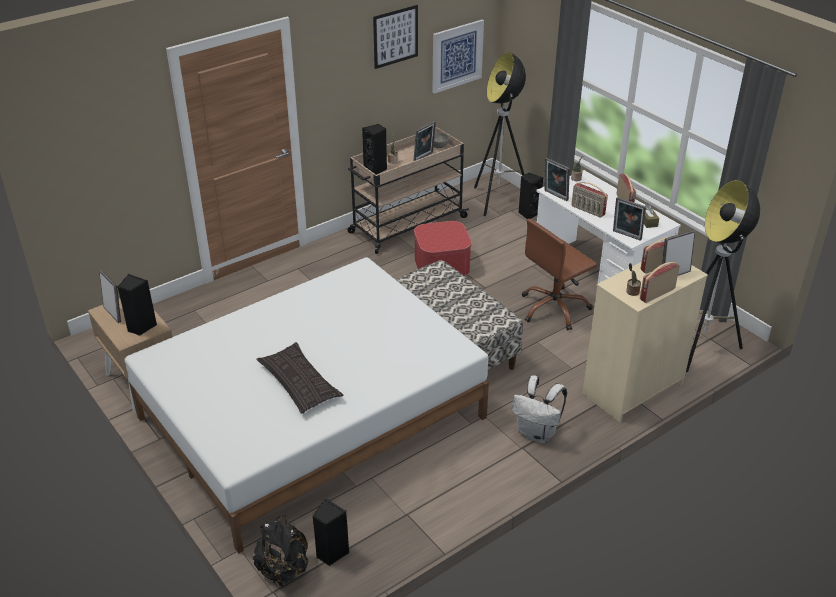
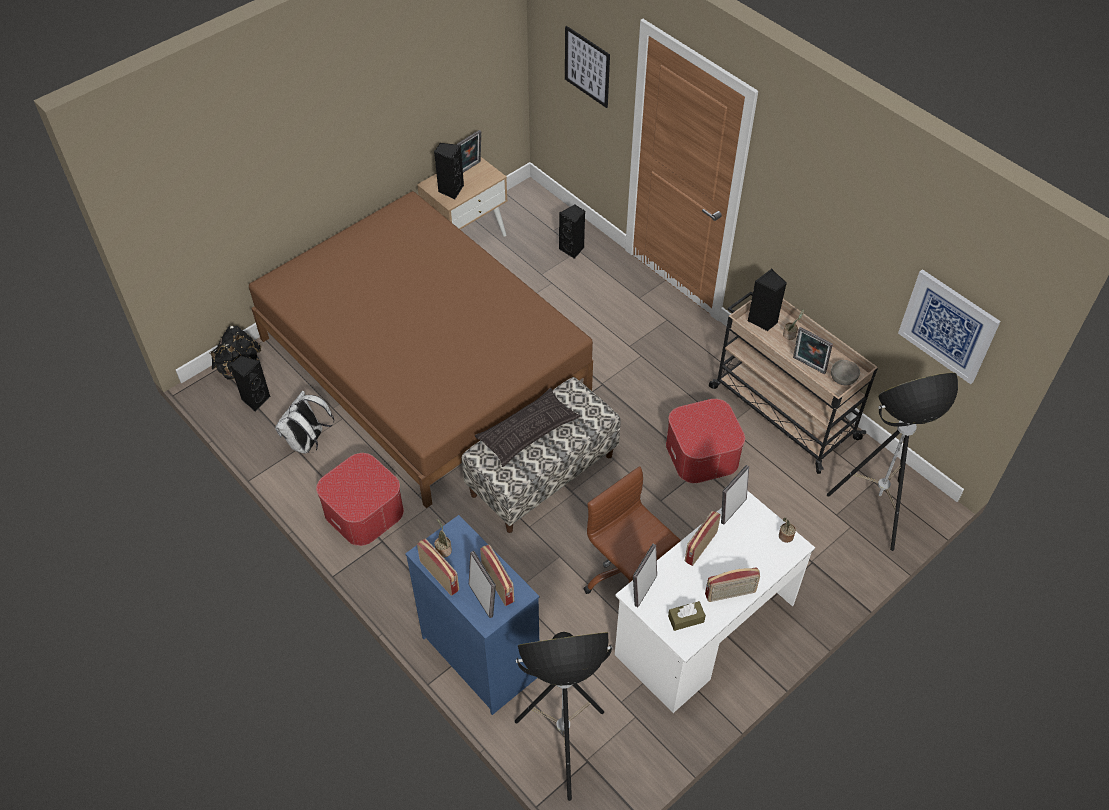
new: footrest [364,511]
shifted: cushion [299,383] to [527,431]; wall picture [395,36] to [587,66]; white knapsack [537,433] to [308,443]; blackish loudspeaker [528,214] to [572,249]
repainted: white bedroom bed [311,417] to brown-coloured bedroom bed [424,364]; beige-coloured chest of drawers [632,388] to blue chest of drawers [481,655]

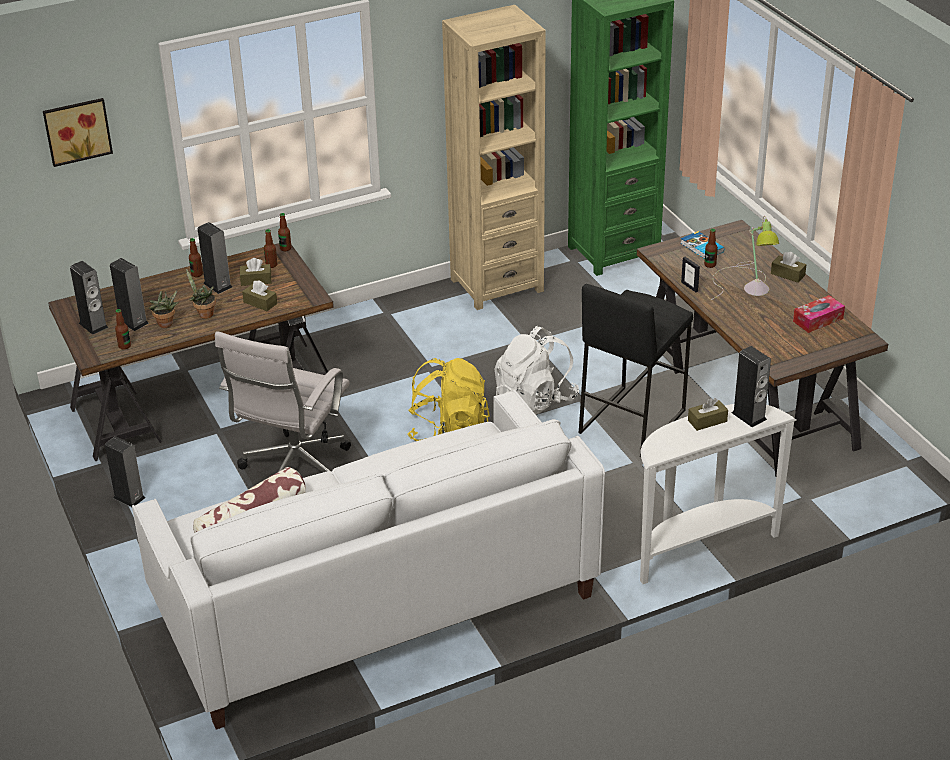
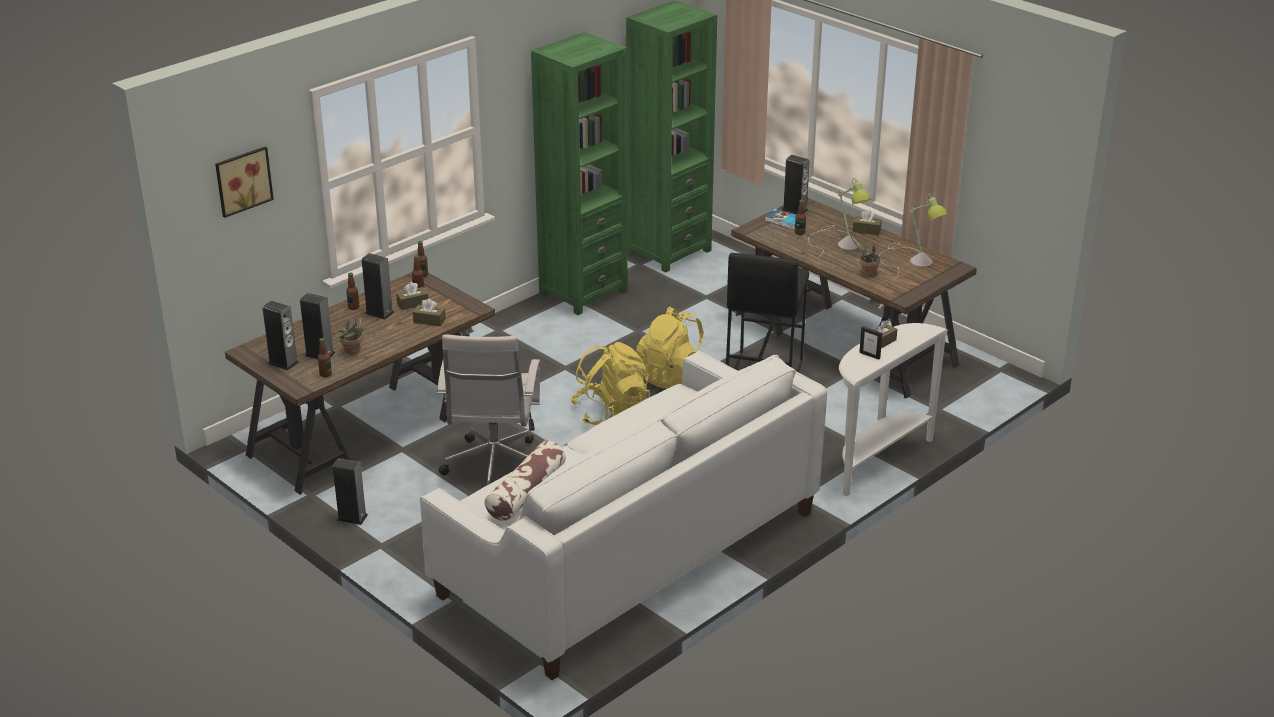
shifted: plant in a pot [204,314] to [866,273]; photo frame [689,286] to [869,355]; loudspeaker [749,416] to [795,210]
swapped: tissue box [818,320] to table lamp [912,259]
repainted: beige-coloured bookcase [496,285] to green-coloured bookcase [583,293]; white knapsack [535,400] to yellow-coloured knapsack [672,376]

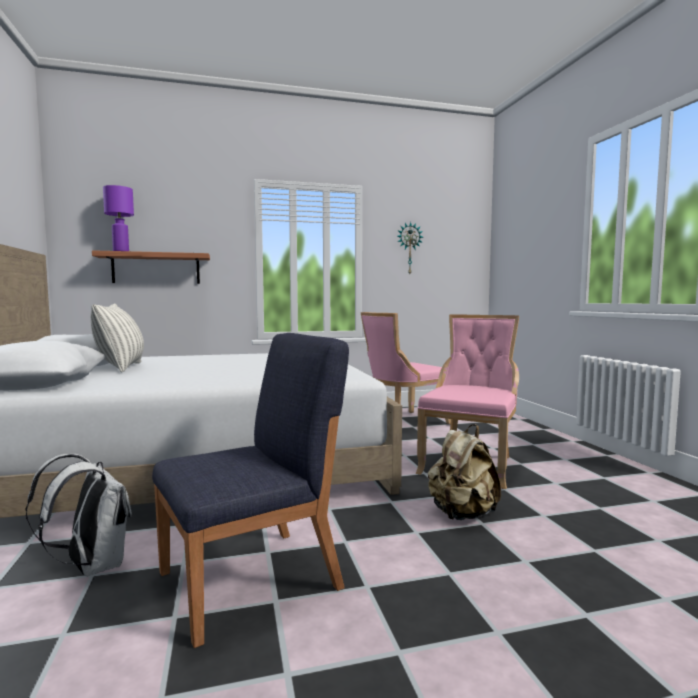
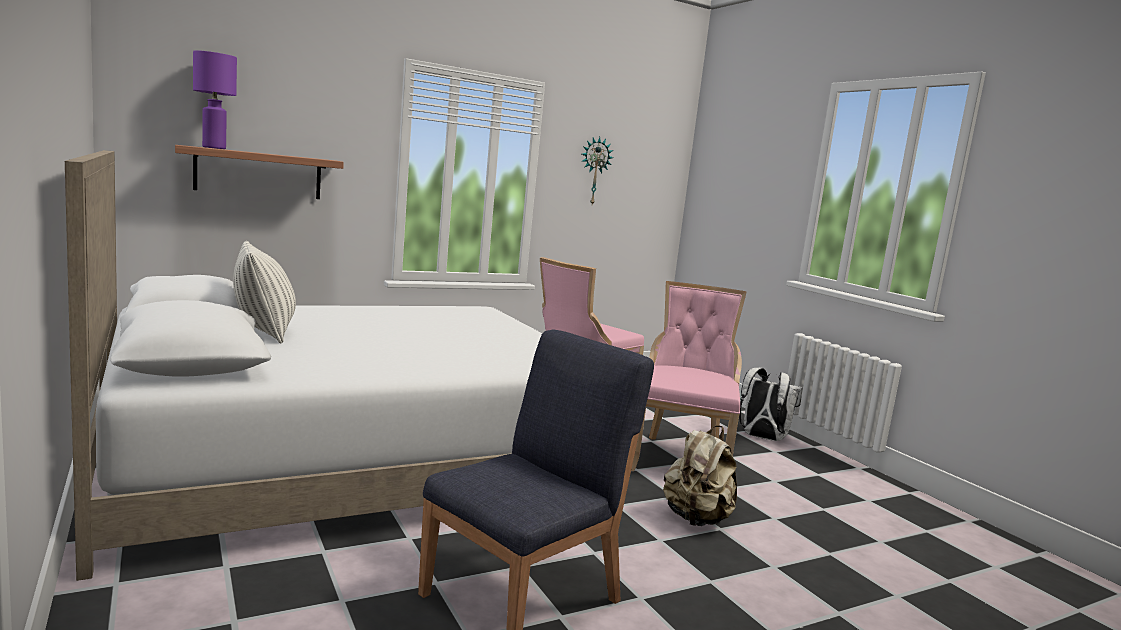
shifted: white knapsack [91,566] to [762,438]

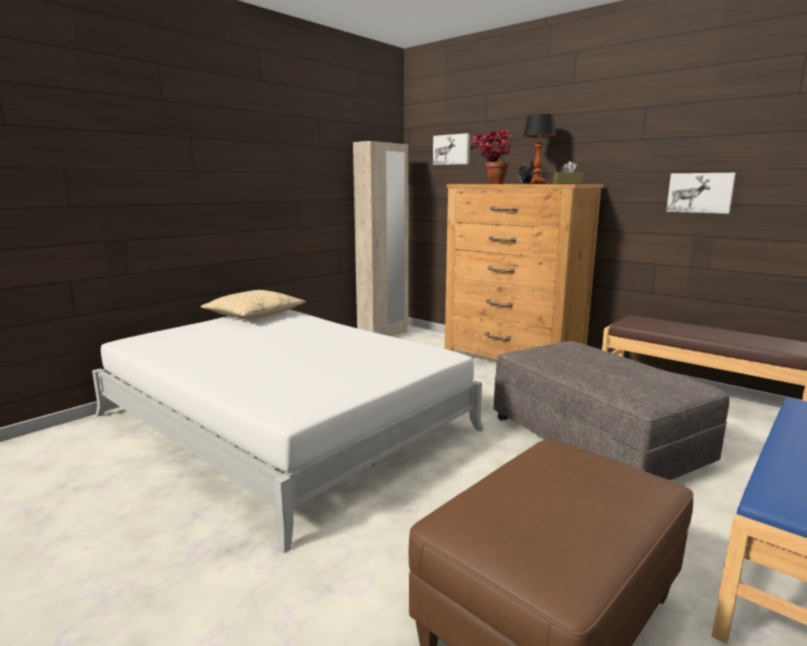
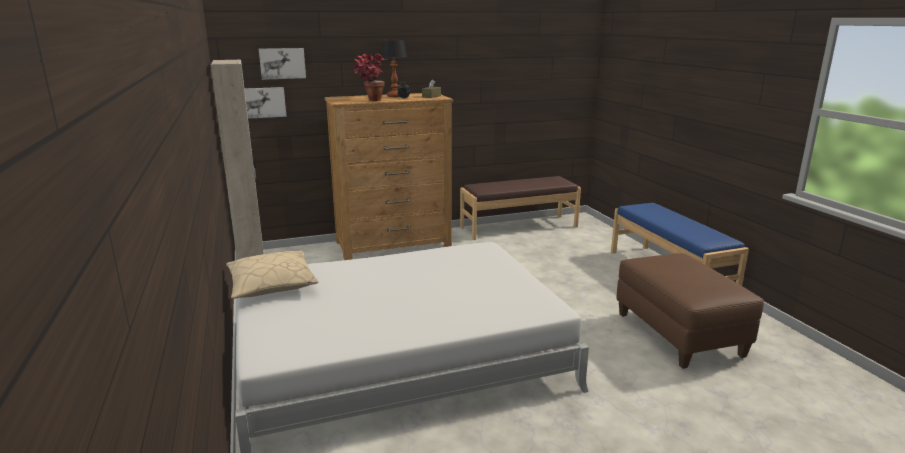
gone: gray footrest [595,439]
shifted: wall picture [700,193] to [262,102]

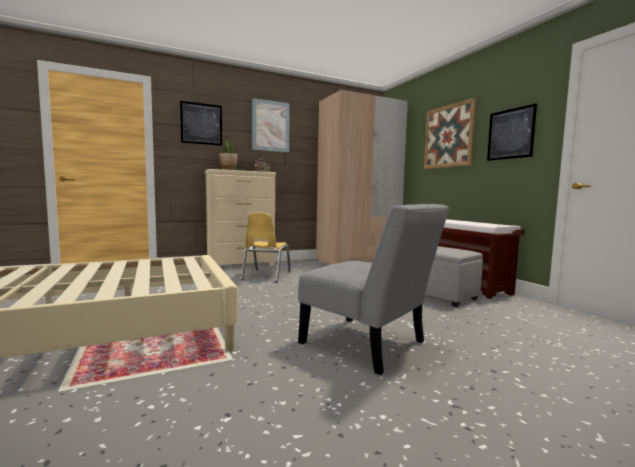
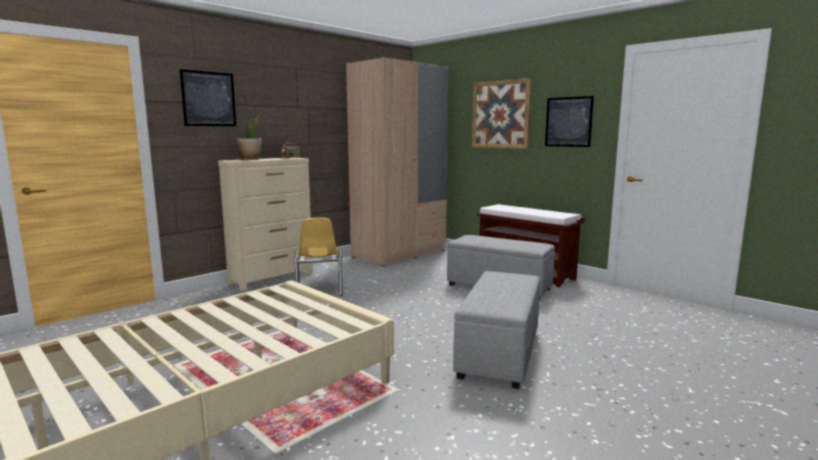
gone: wall picture [270,126]
swapped: gray plain chair [368,345] to gray footrest [499,353]

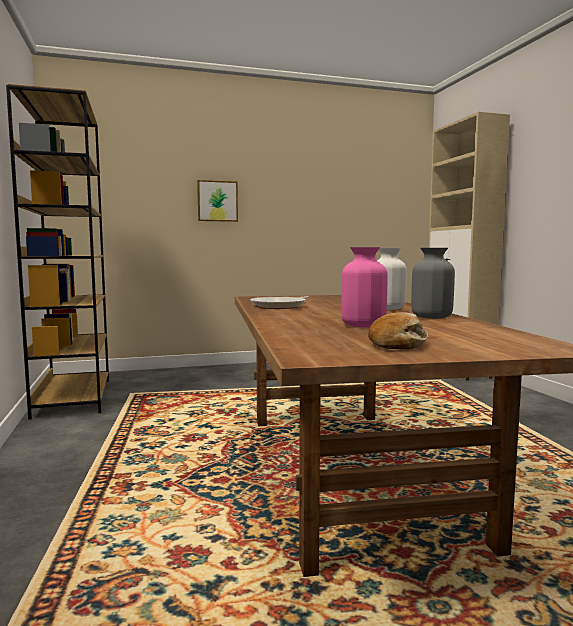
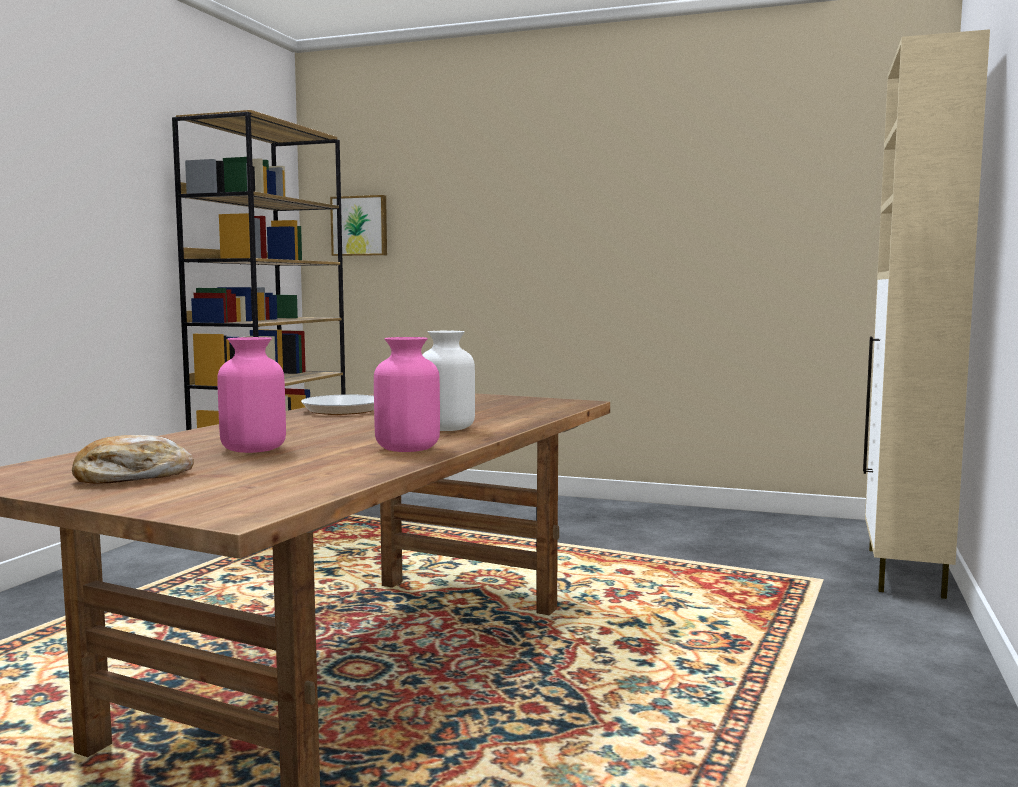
shifted: wall picture [217,201] to [360,226]
repainted: gray flower vase [431,317] to pink flower vase [407,449]

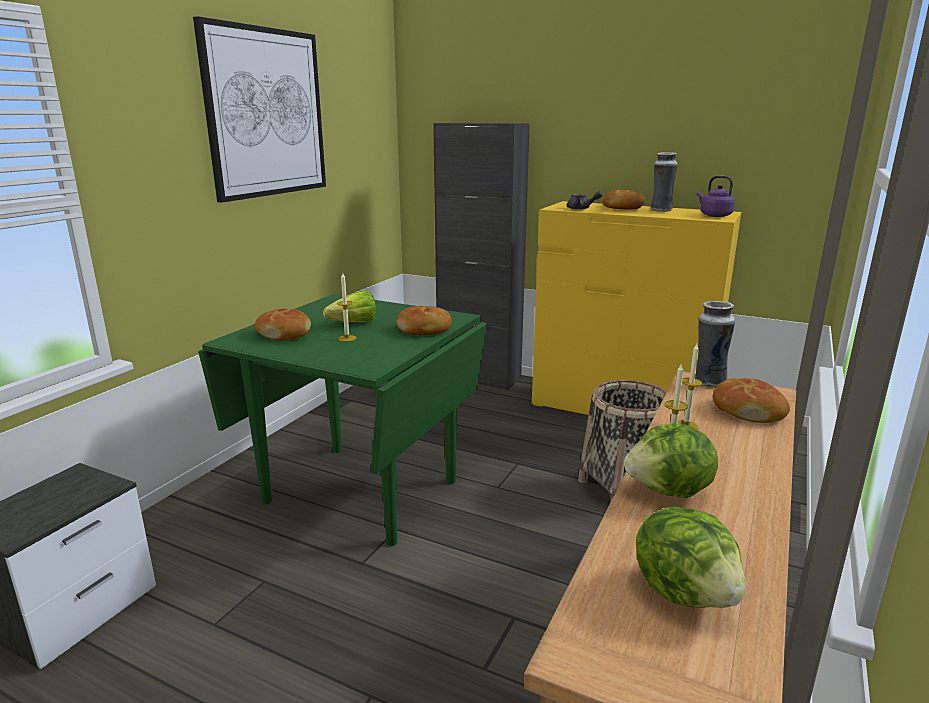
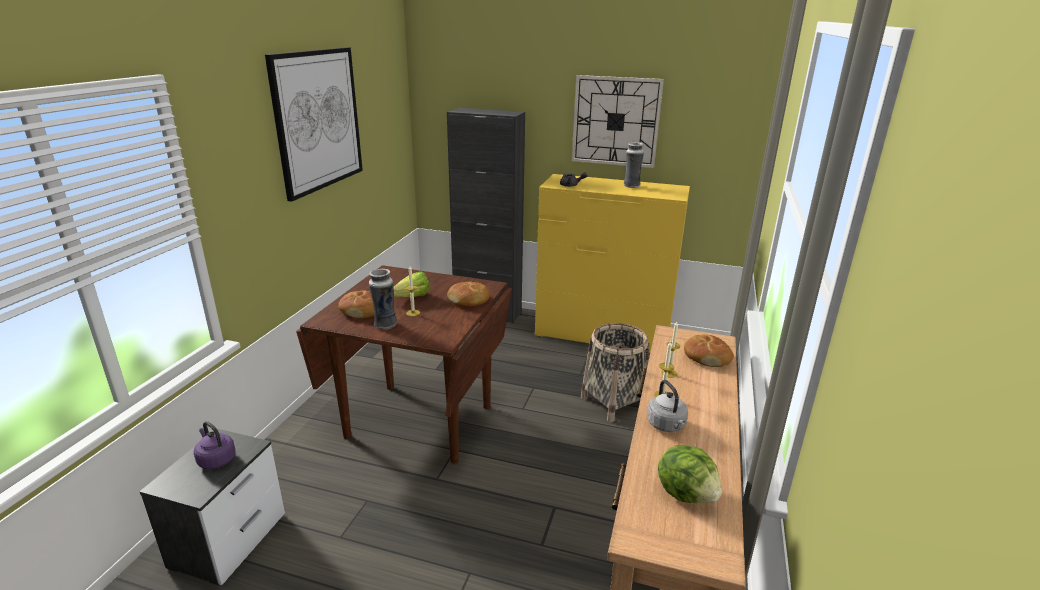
gone: baked bread [622,208]
new: hanging clock [615,121]
shifted: flower vase [708,382] to [385,325]; purplish water kettle [714,215] to [216,459]
swapped: head of lettuce [669,492] to gray water kettle [667,425]
repainted: green-coloured kitchen table [362,490] to brown-coloured kitchen table [420,420]

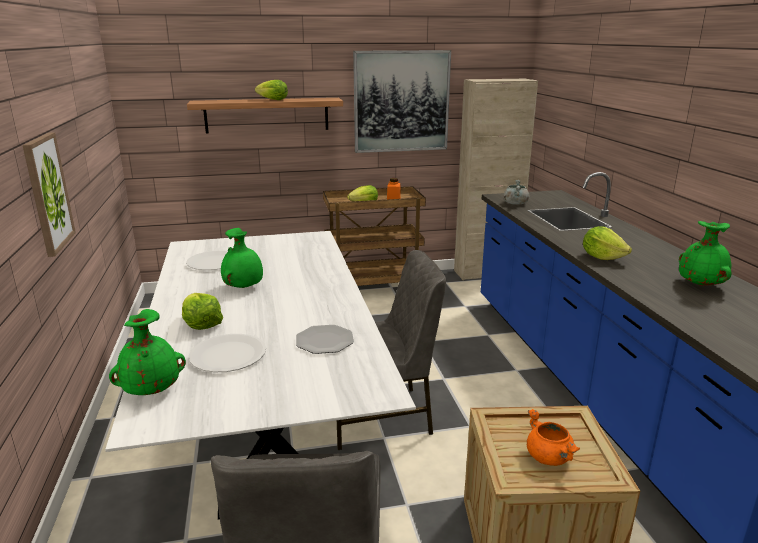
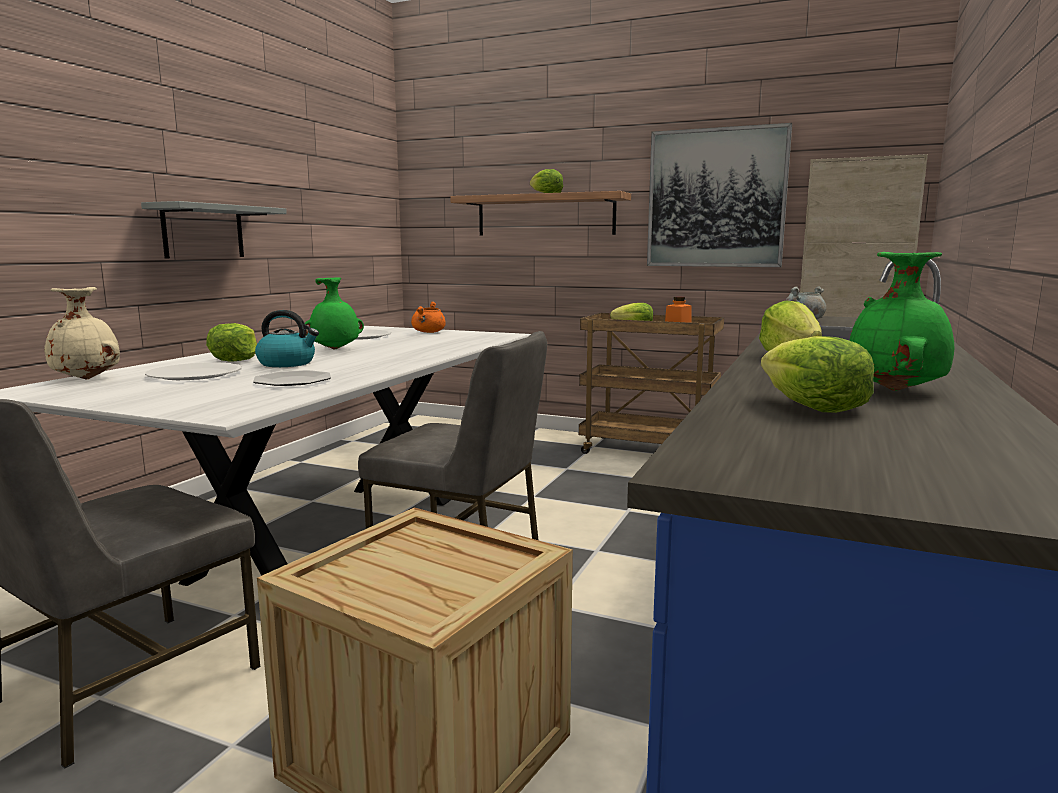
new: water kettle [287,363]; head of lettuce [811,407]
shifted: orange-coloured saucepot [550,457] to [429,332]
swapped: wall picture [47,193] to gray bracket shelf [203,232]
repainted: green-coloured flower vase [151,390] to beige-coloured flower vase [87,378]

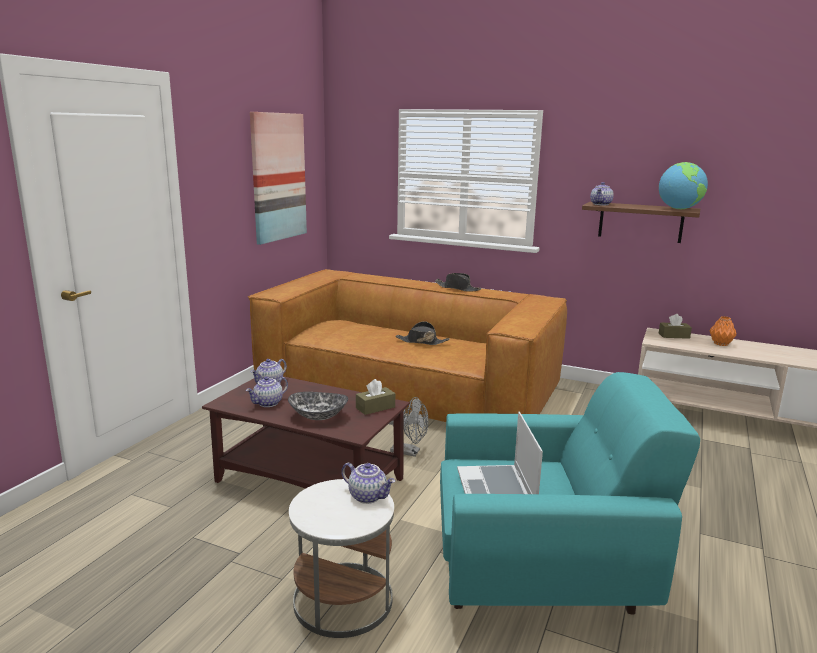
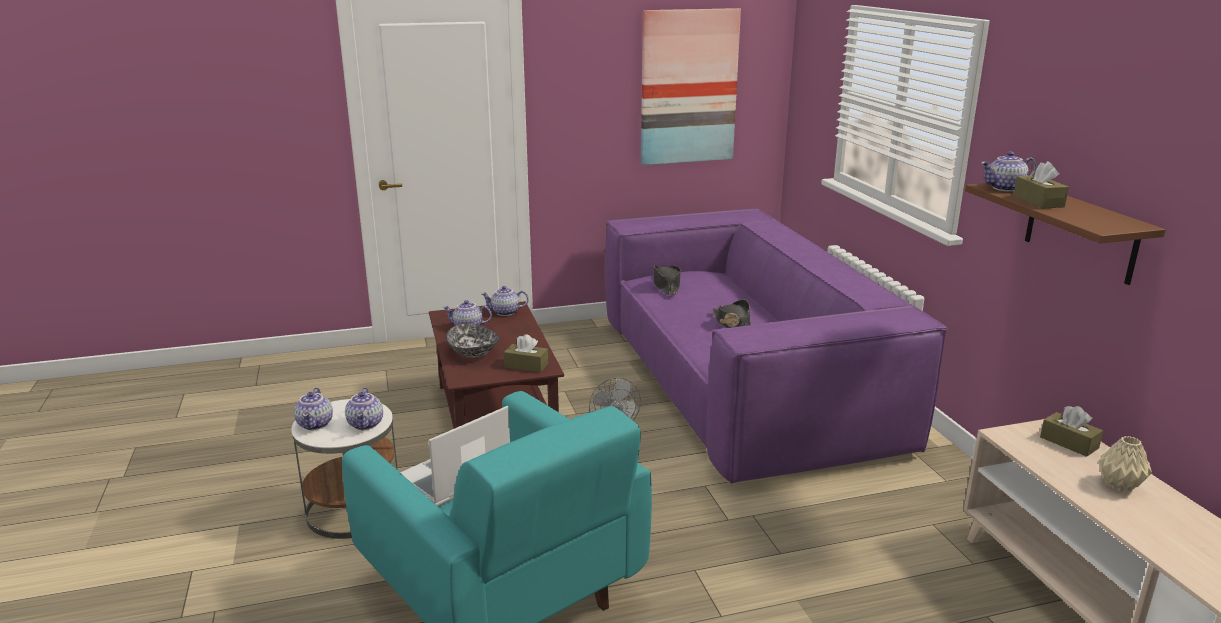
gone: desk globe [679,209]
new: teapot [316,424]; brown-coloured tissue box [1038,201]
shifted: blackish hat [457,288] to [666,285]
repainted: brown-coloured settee [408,388] to purplish settee [742,381]; orange-coloured flower vase [721,344] to beige-coloured flower vase [1119,486]

